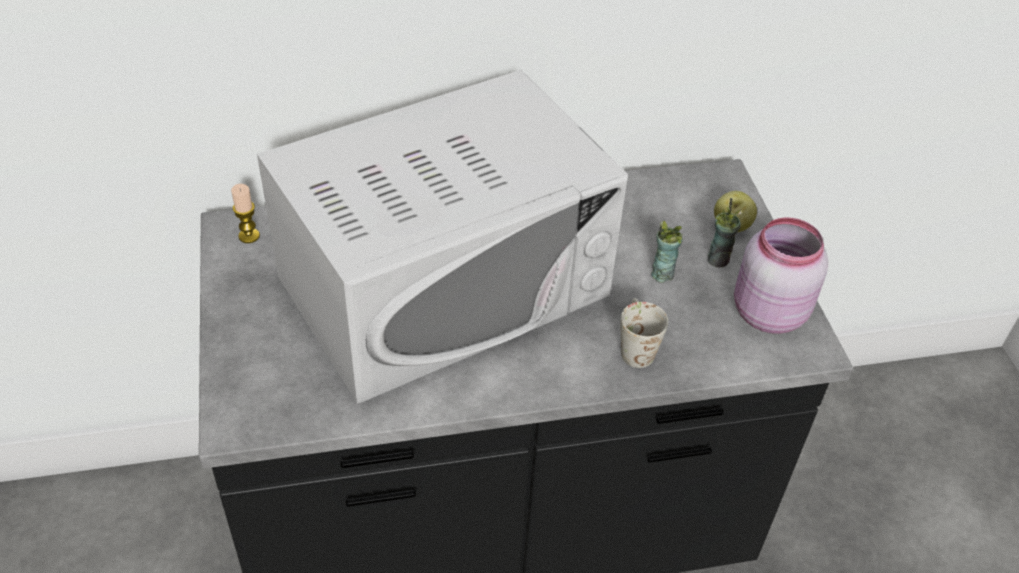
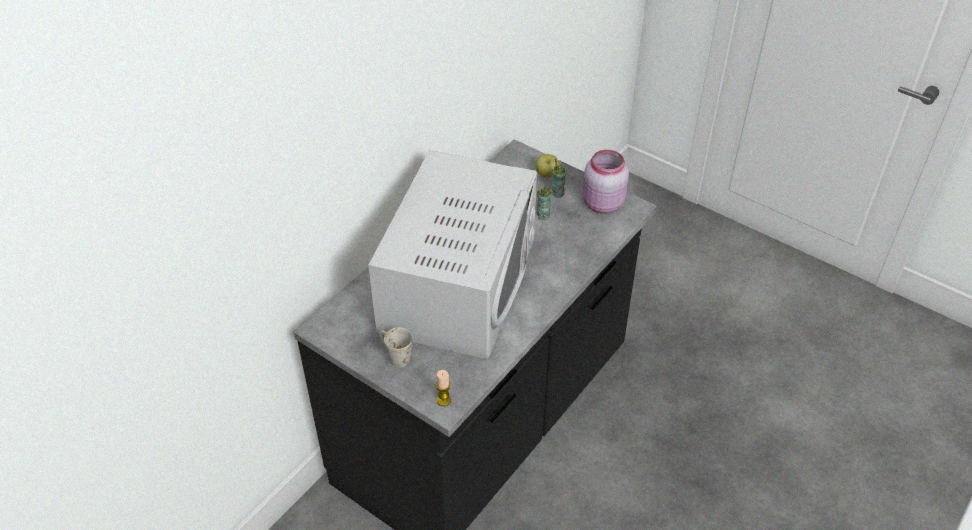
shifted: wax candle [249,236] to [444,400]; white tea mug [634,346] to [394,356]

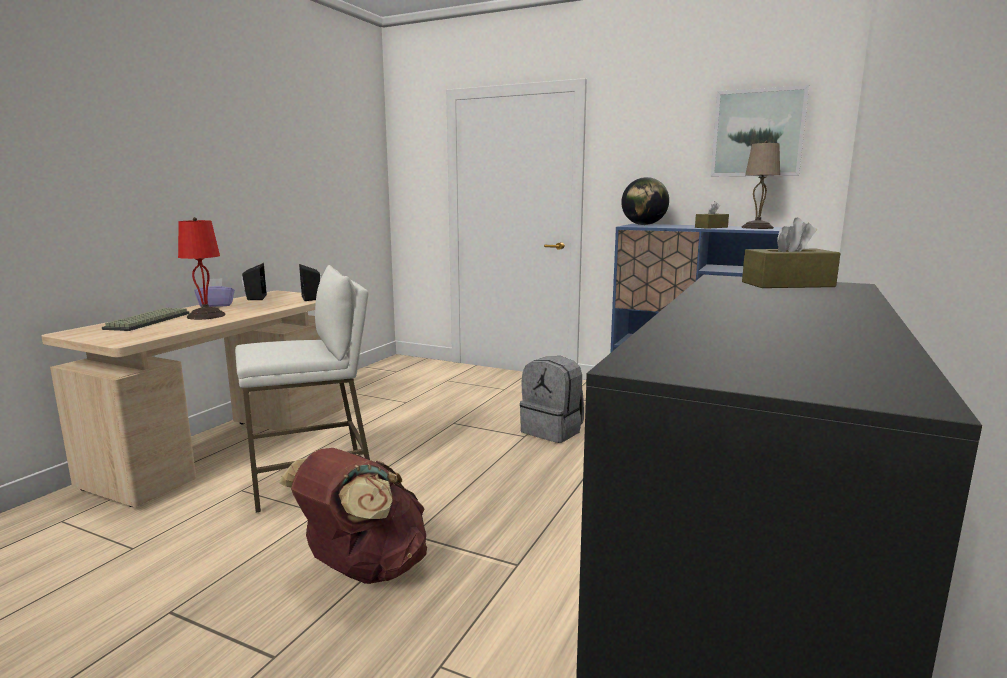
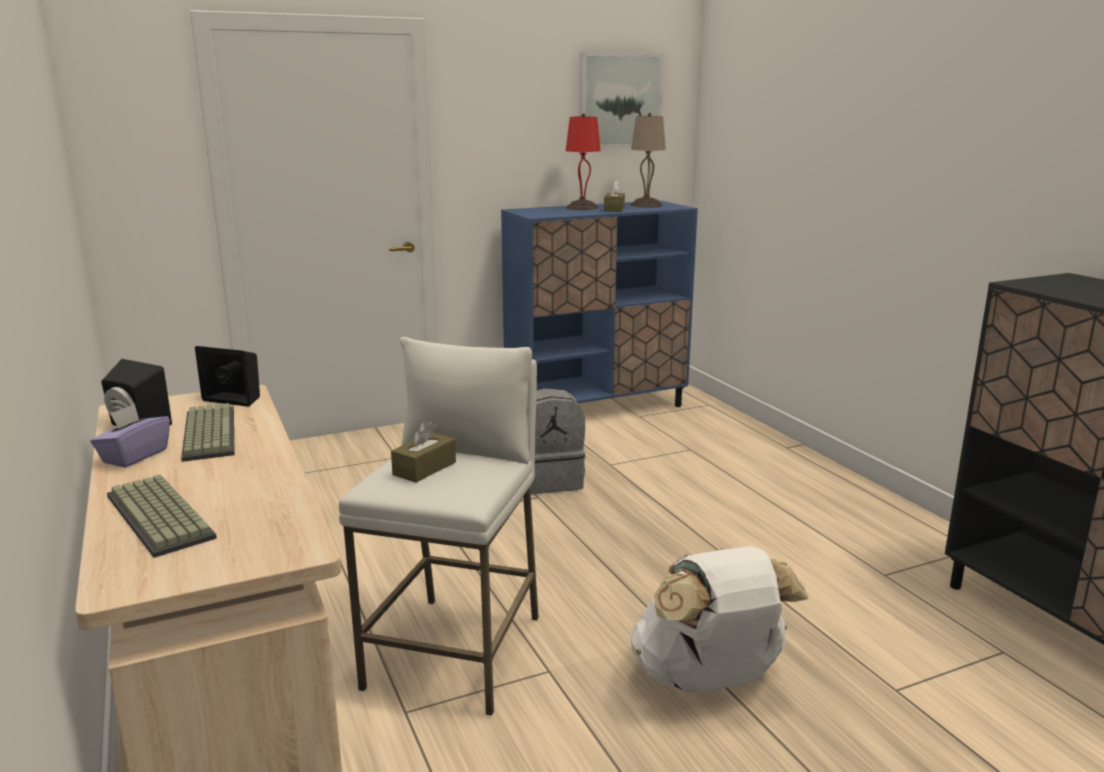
gone: desk globe [643,225]
new: PC keyboard [207,433]
shifted: red-coloured table lamp [205,316] to [582,208]; brown-coloured tissue box [787,284] to [424,468]
repainted: brown-coloured knapsack [363,570] to white knapsack [708,680]

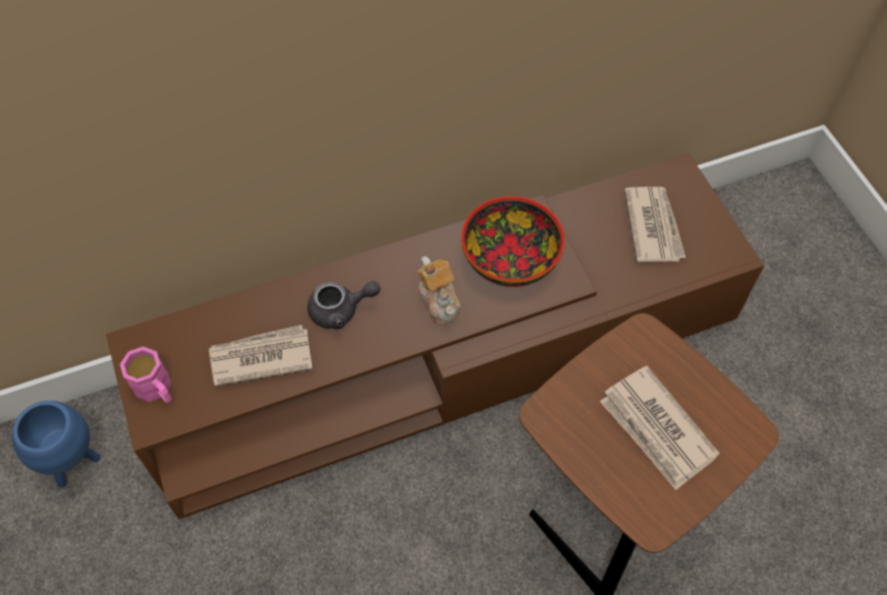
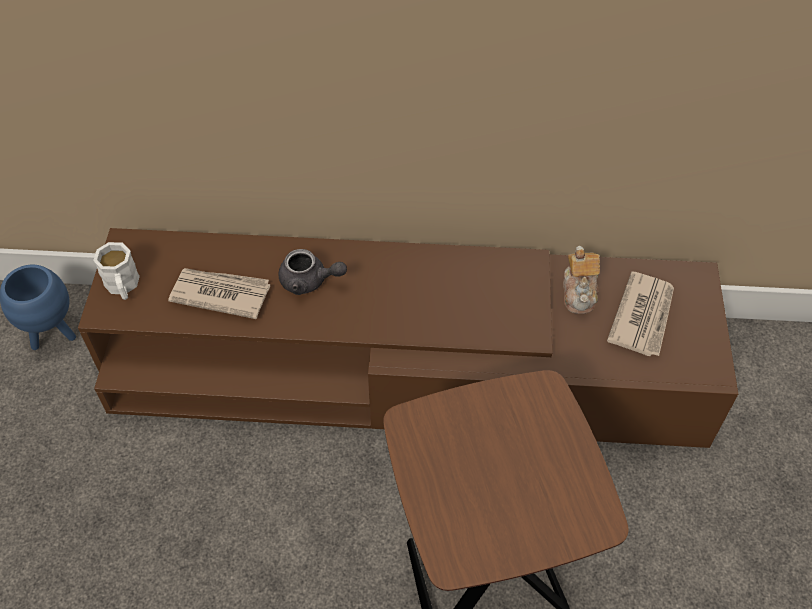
gone: deep dish [511,258]; daily paper [657,430]
shifted: teapot [439,301] to [579,292]
repainted: pink tea mug [156,389] to white tea mug [123,287]

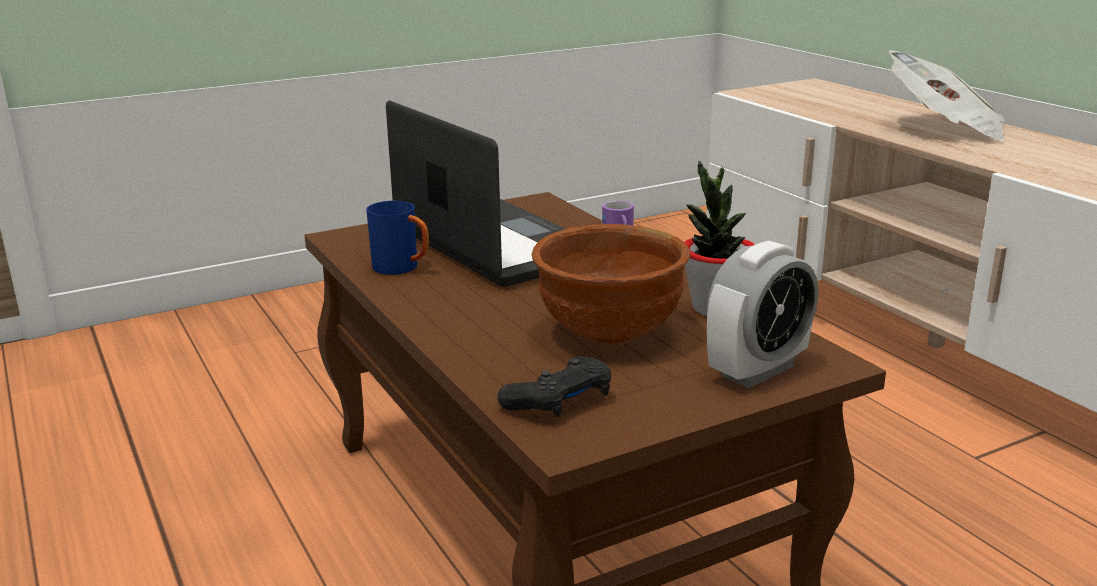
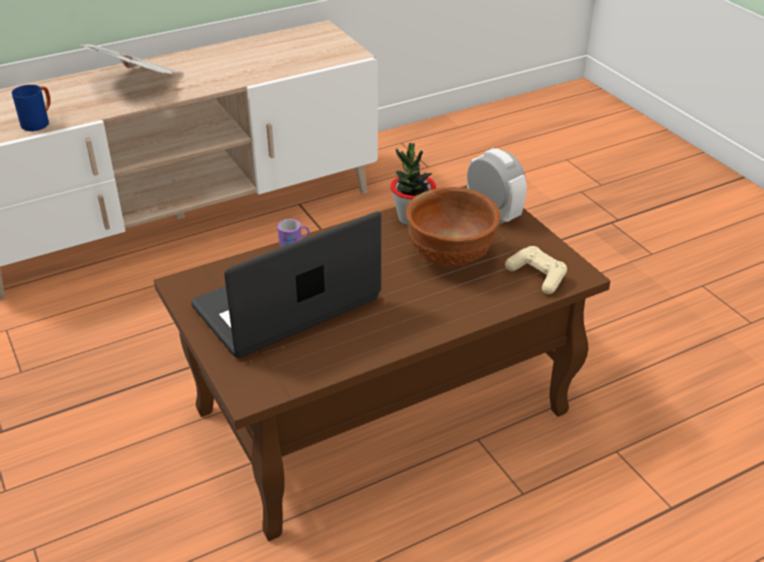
shifted: blue tea mug [403,269] to [39,122]
repainted: blackish gamepad [559,401] to beige-coloured gamepad [537,276]

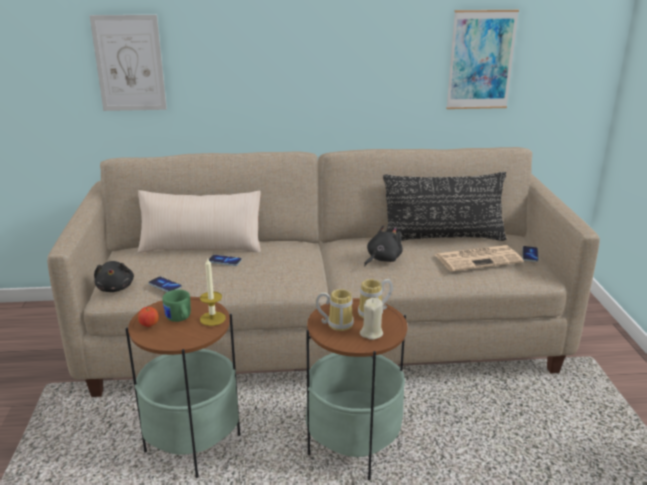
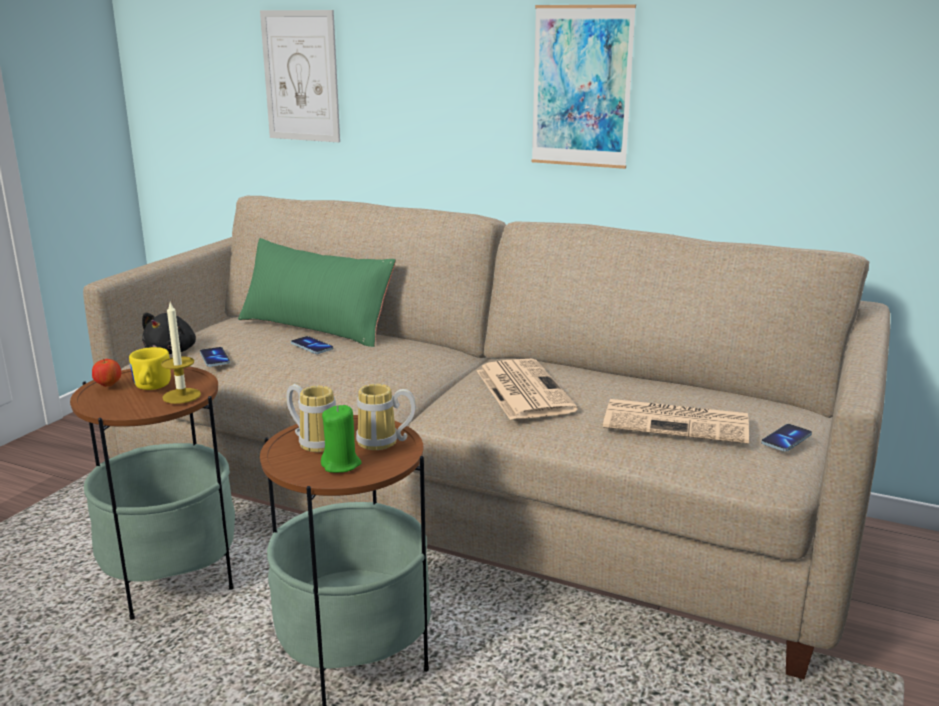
gone: blackish cushion [442,238]
shifted: wall picture [481,60] to [581,87]
swapped: blackish plush toy [382,259] to daily paper [522,390]
repainted: beige-coloured cushion [201,246] to green-coloured cushion [316,328]; green-coloured tea mug [179,319] to yellow-coloured tea mug [150,388]; beige-coloured wax candle [371,333] to green-coloured wax candle [341,464]

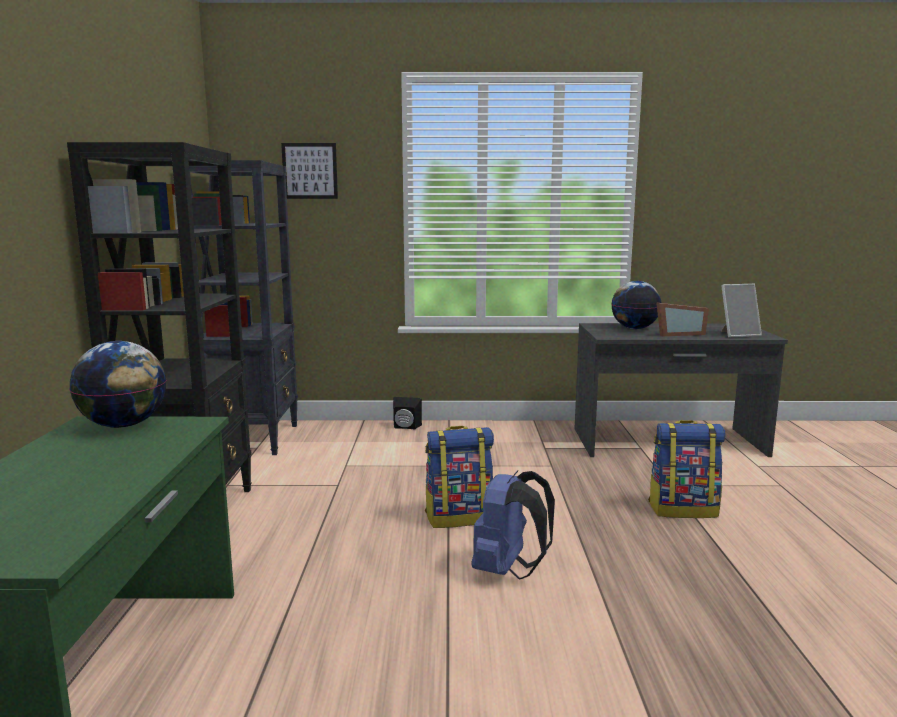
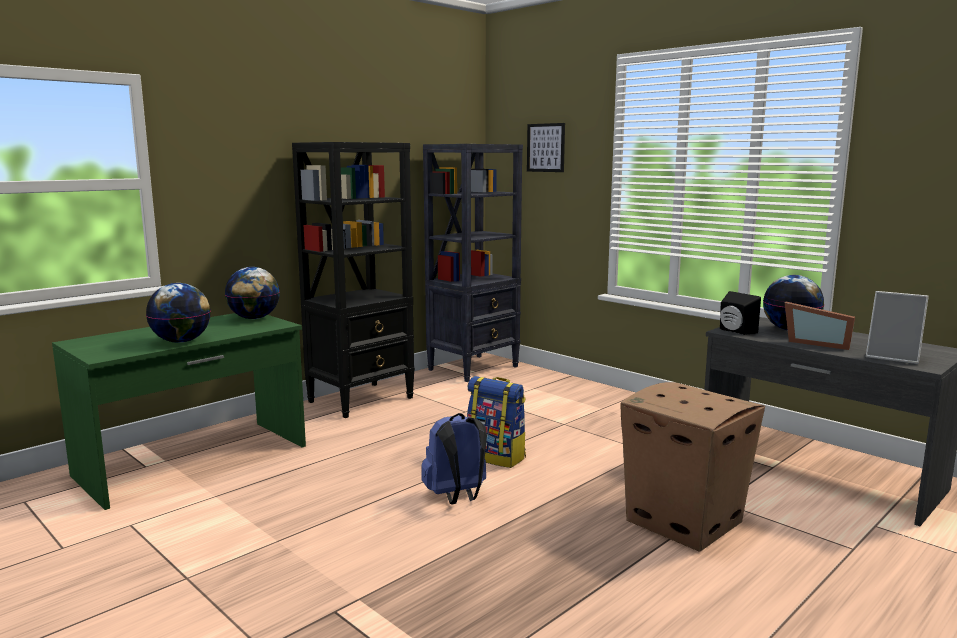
new: desk globe [181,341]
shifted: blackish loudspeaker [405,427] to [735,331]
swapped: knapsack [683,509] to cardboard box [685,521]

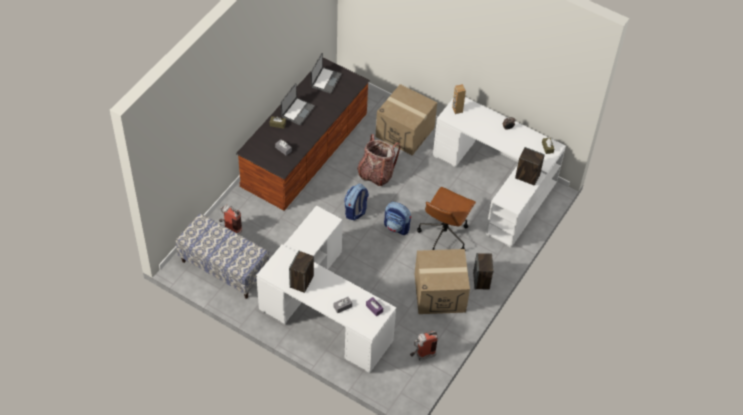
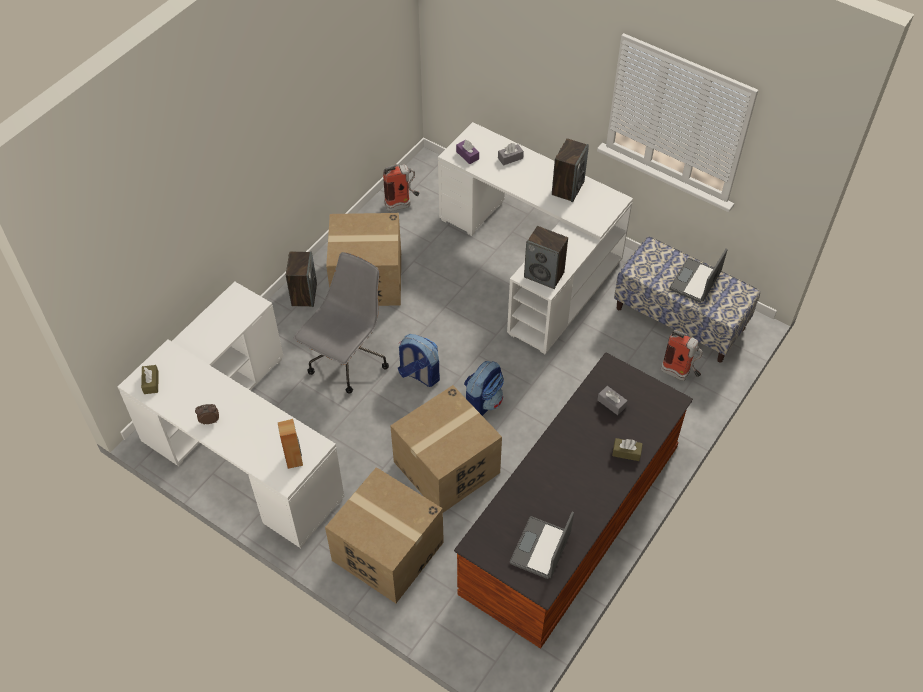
shifted: notebook computer [297,111] to [696,282]; loudspeaker [527,176] to [544,275]
swapped: knapsack [376,173] to cardboard box [446,467]
repainted: brown-coloured computer chair [444,235] to gray computer chair [347,361]

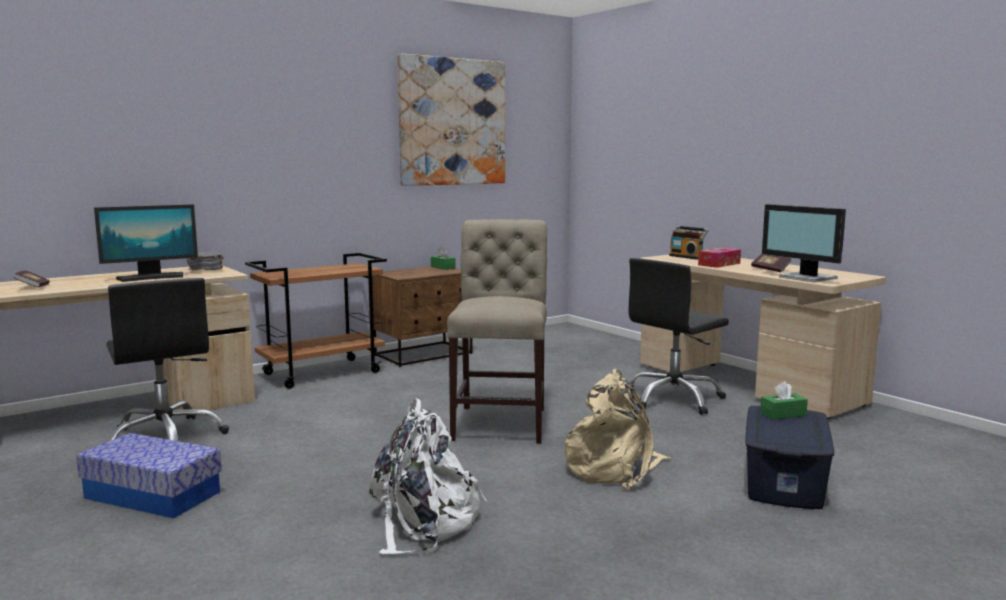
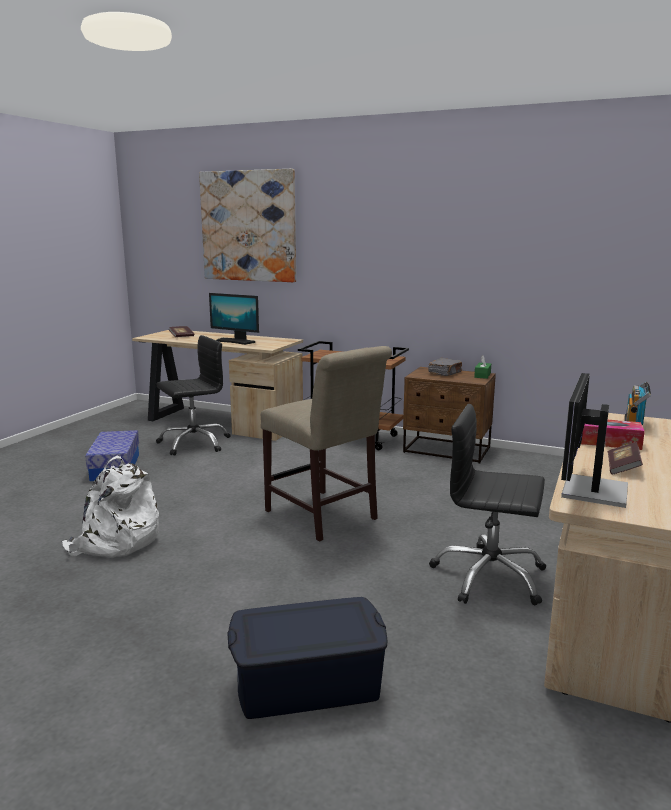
gone: beige-coloured knapsack [614,468]; green-coloured tissue box [783,414]
shifted: gray book [205,269] to [445,373]; wall picture [452,122] to [248,226]
rotated: blackish computer chair [166,438] = [194,443] 150 degrees counterclockwise; beige-coloured plain chair [501,421] = [324,517] 75 degrees clockwise

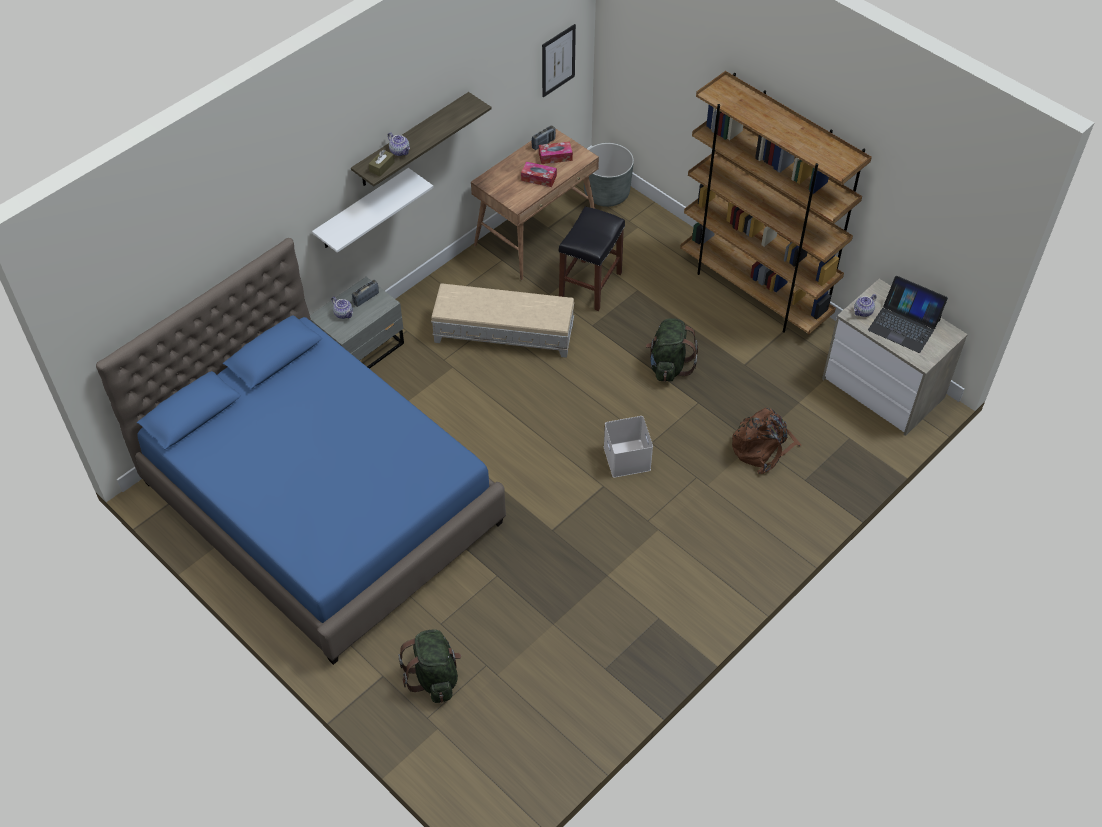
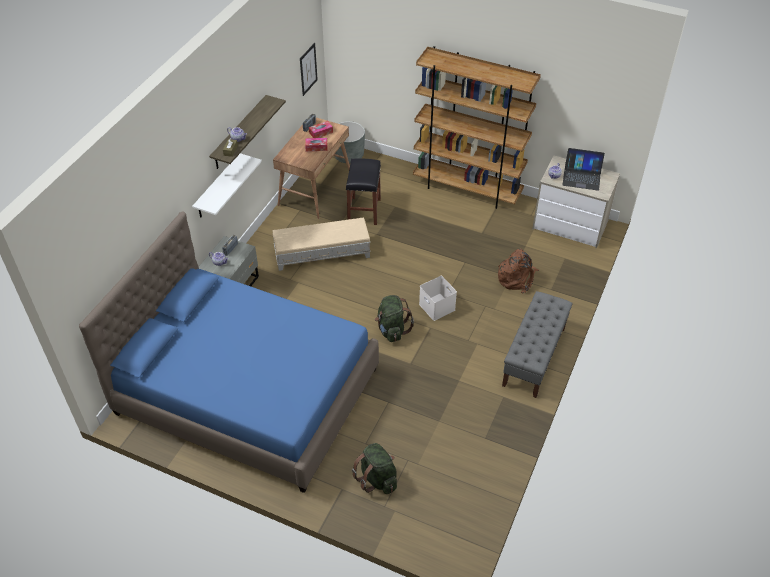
new: gray indoor bench [534,357]
shifted: green-coloured knapsack [668,366] to [392,330]

